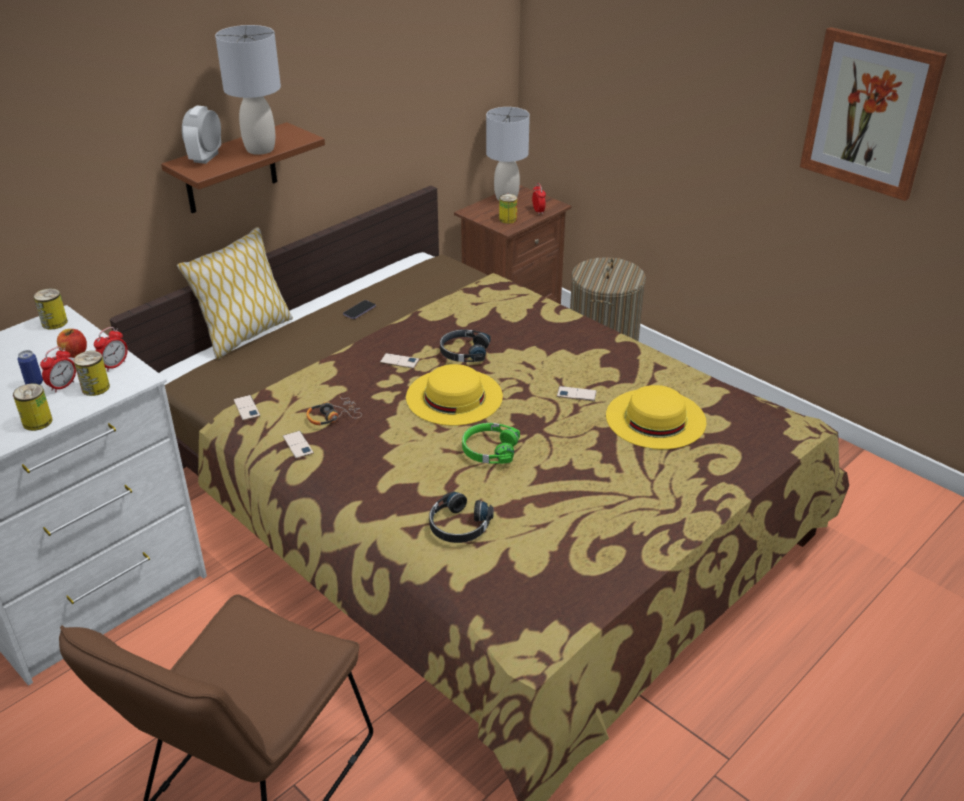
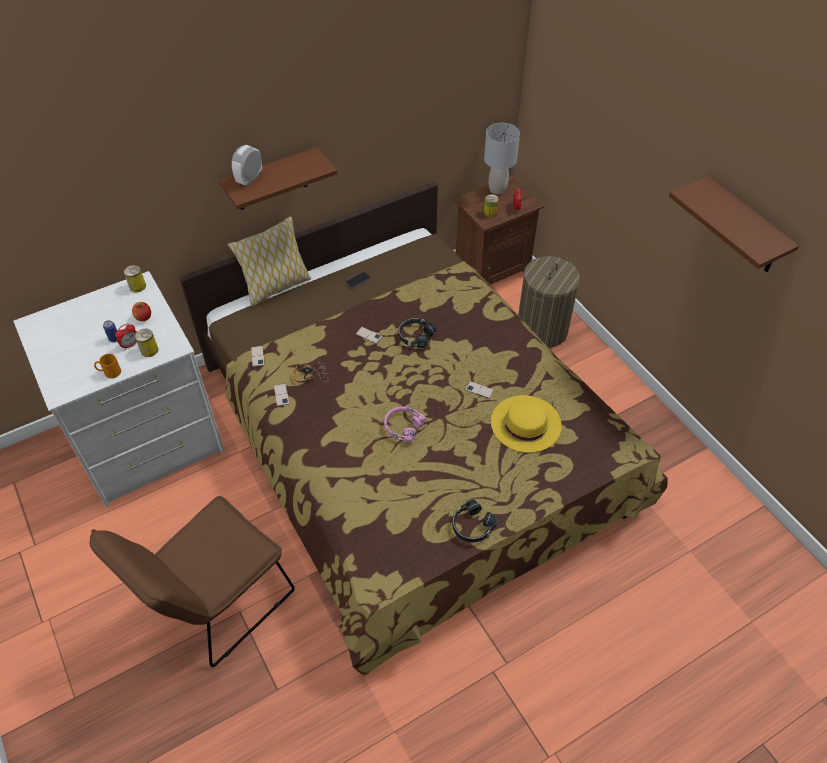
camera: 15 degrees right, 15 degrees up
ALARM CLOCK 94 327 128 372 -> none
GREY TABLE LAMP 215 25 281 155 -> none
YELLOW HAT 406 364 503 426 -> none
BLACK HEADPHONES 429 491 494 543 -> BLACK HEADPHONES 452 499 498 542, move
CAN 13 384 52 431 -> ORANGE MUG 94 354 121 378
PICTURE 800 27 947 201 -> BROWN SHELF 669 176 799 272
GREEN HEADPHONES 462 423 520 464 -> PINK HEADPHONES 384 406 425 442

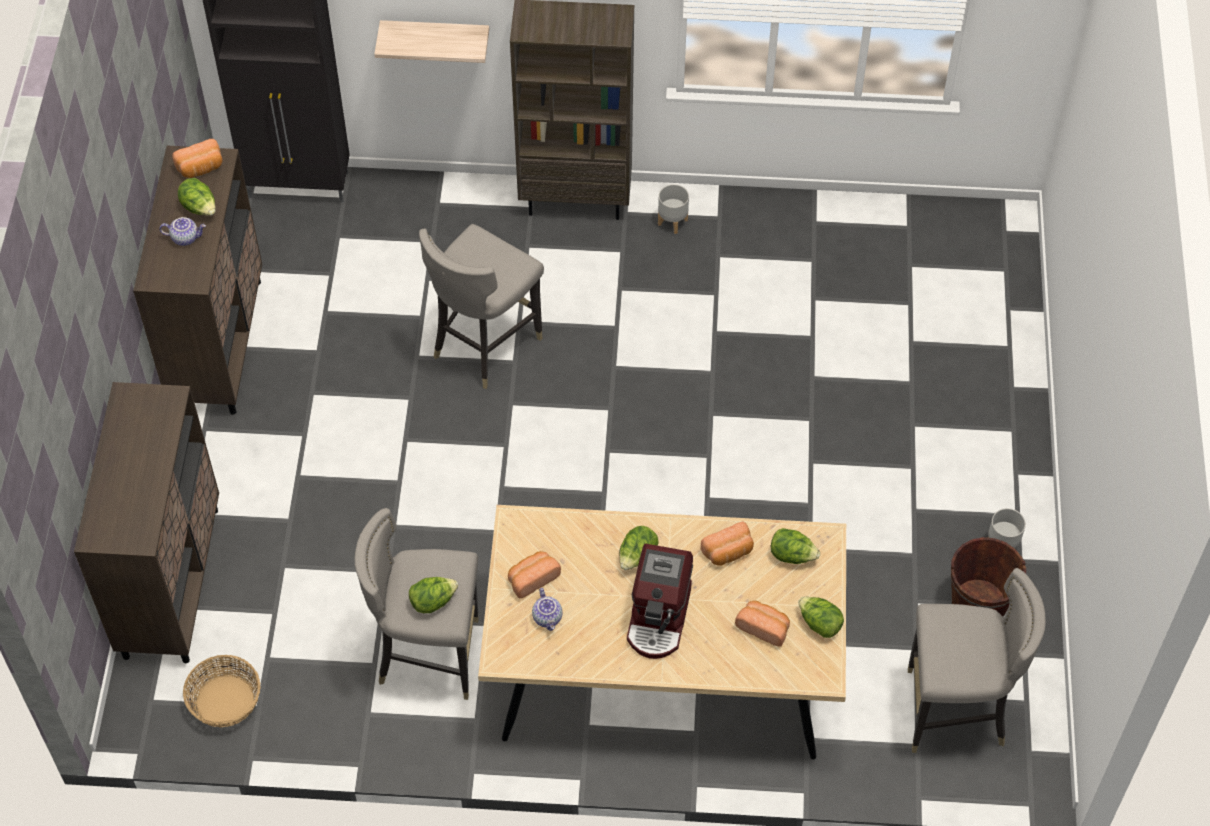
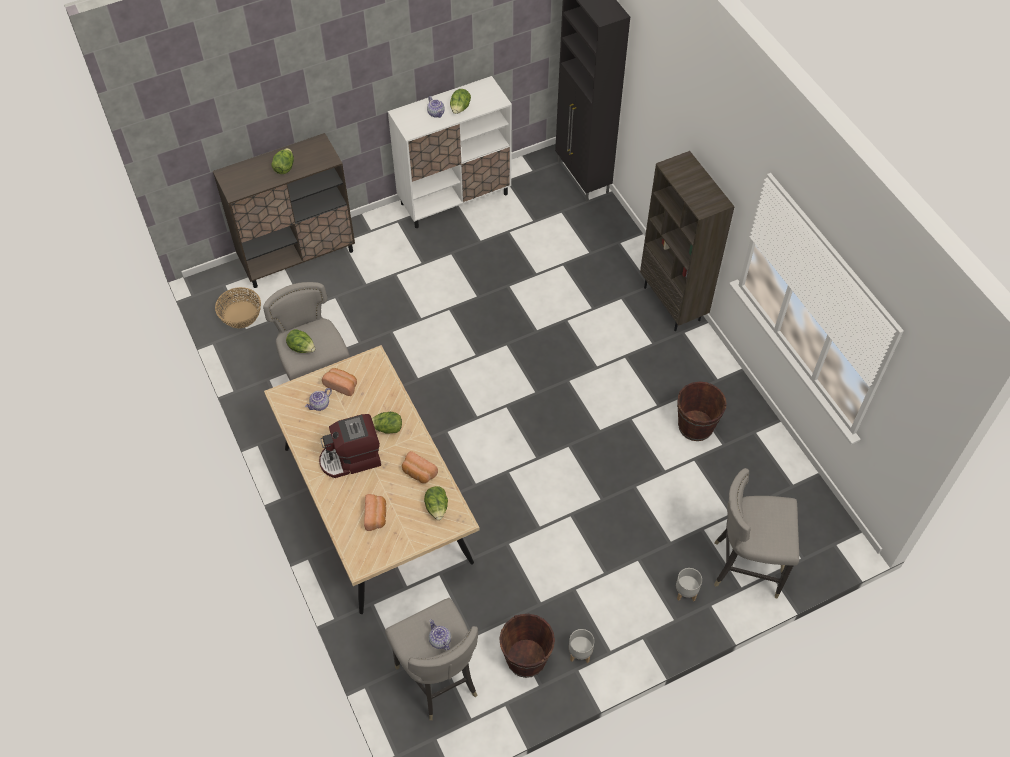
camera: 60 degrees right, 0 degrees up
BREAD 172 139 223 178 -> none
SHELF 374 20 489 63 -> none
none -> TEAPOT 429 619 451 651
none -> BROWN BUCKET 677 381 727 441
GREY STOOL 419 224 544 389 -> GREY STOOL 714 468 799 598, move
GREY PLANTER 658 184 689 234 -> GREY PLANTER 676 568 702 602, move
LETTUCE 798 597 844 638 -> LETTUCE 271 148 294 174, move
BROWN CABINET 133 146 262 415 -> WHITE CABINET 388 76 512 228

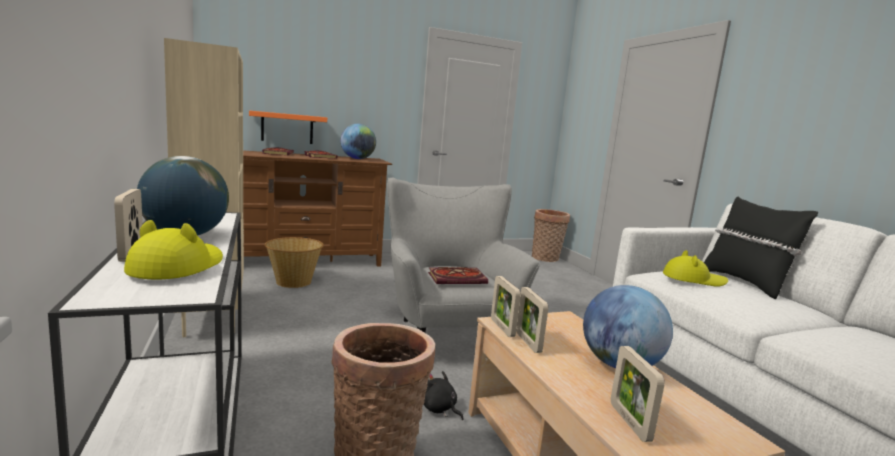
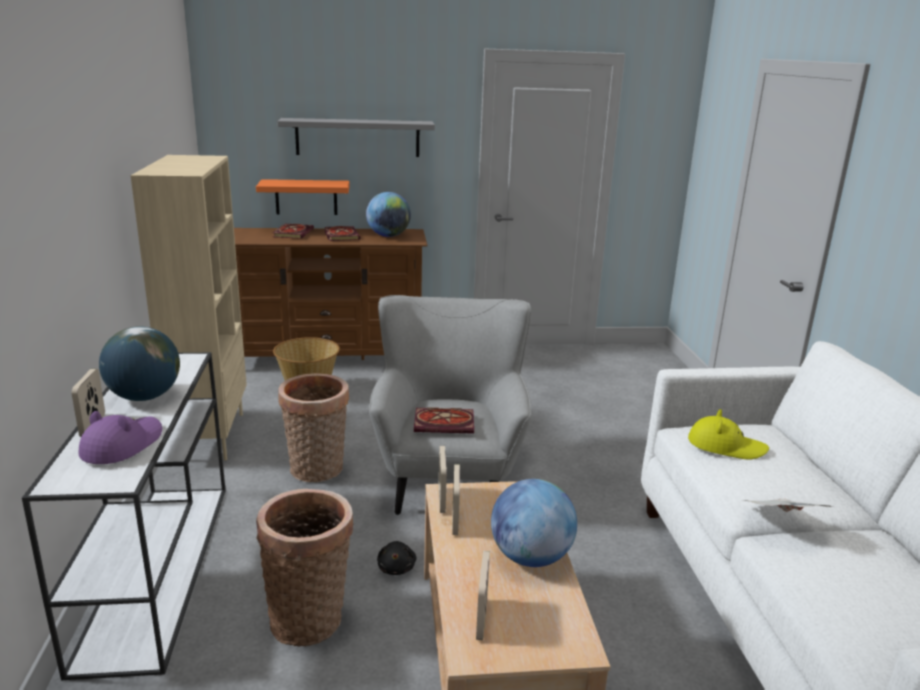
camera: 15 degrees right, 10 degrees up
BLACK PILLOW 704 196 818 299 -> none
none -> GREY SHELF 277 118 435 157
none -> NEWSPAPER 743 499 835 512
BASKET 532 209 570 262 -> BASKET 279 373 349 482, move
YELLOW HAT 124 220 223 279 -> PURPLE HAT 79 411 162 464
BLACK PLUSH TOY 424 371 464 420 -> BLACK PLUSH TOY 377 541 417 575, 150 degrees counterclockwise

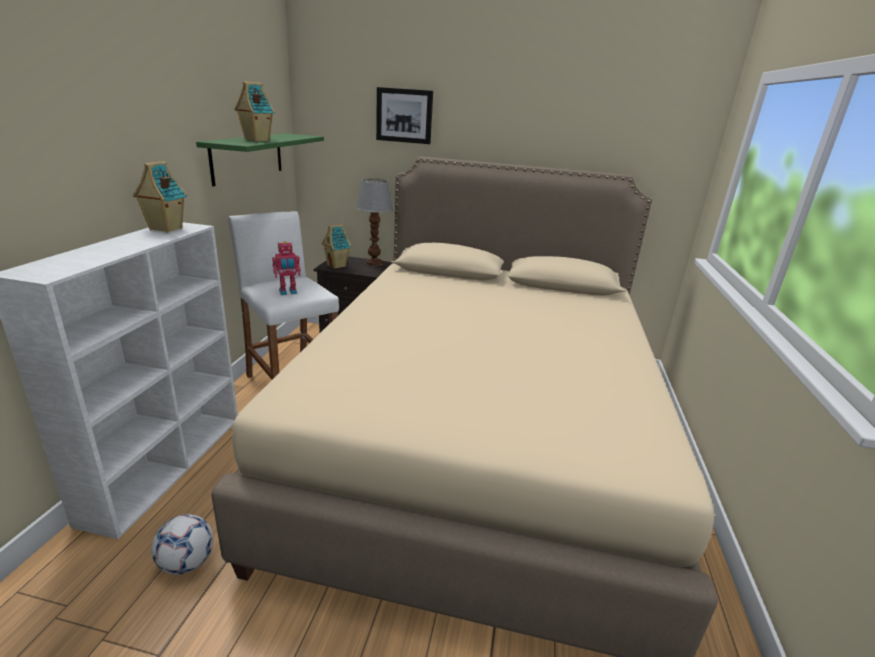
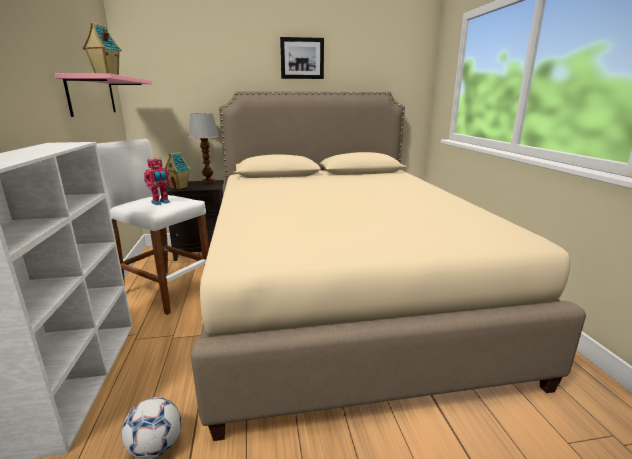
camera: 20 degrees left, 5 degrees down
TOY HOUSE 133 161 187 233 -> none
PICTURE 376 87 433 144 -> PICTURE 280 37 324 79, move
GREEN SHELF 196 133 324 186 -> PINK SHELF 55 73 152 117

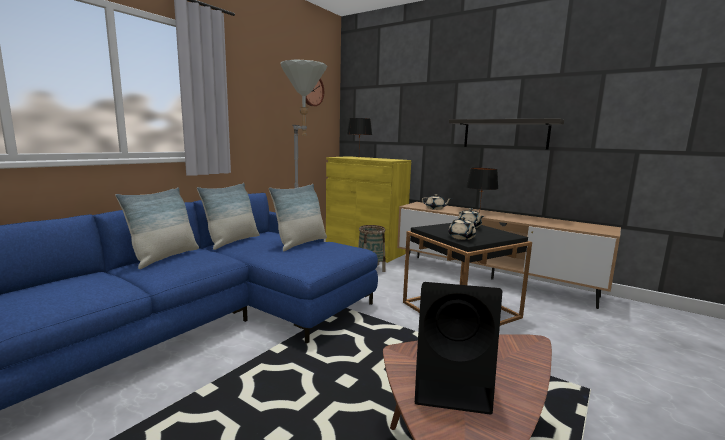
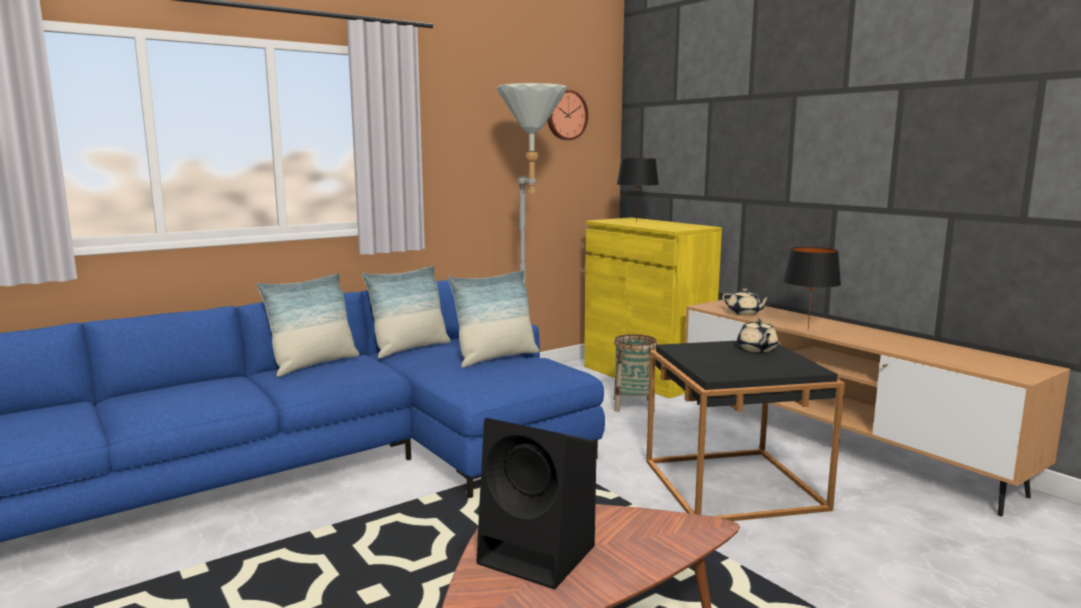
camera: 20 degrees right, 0 degrees up
BEIGE TEAPOT 448 217 476 240 -> none
SHELF 449 119 564 149 -> none

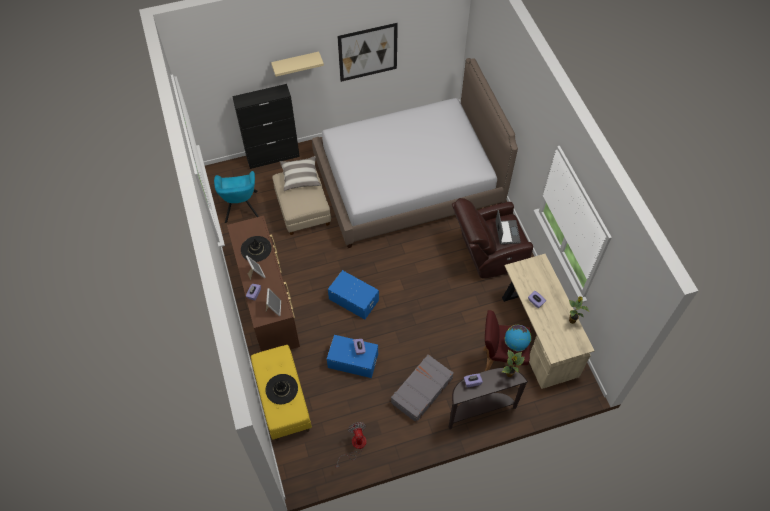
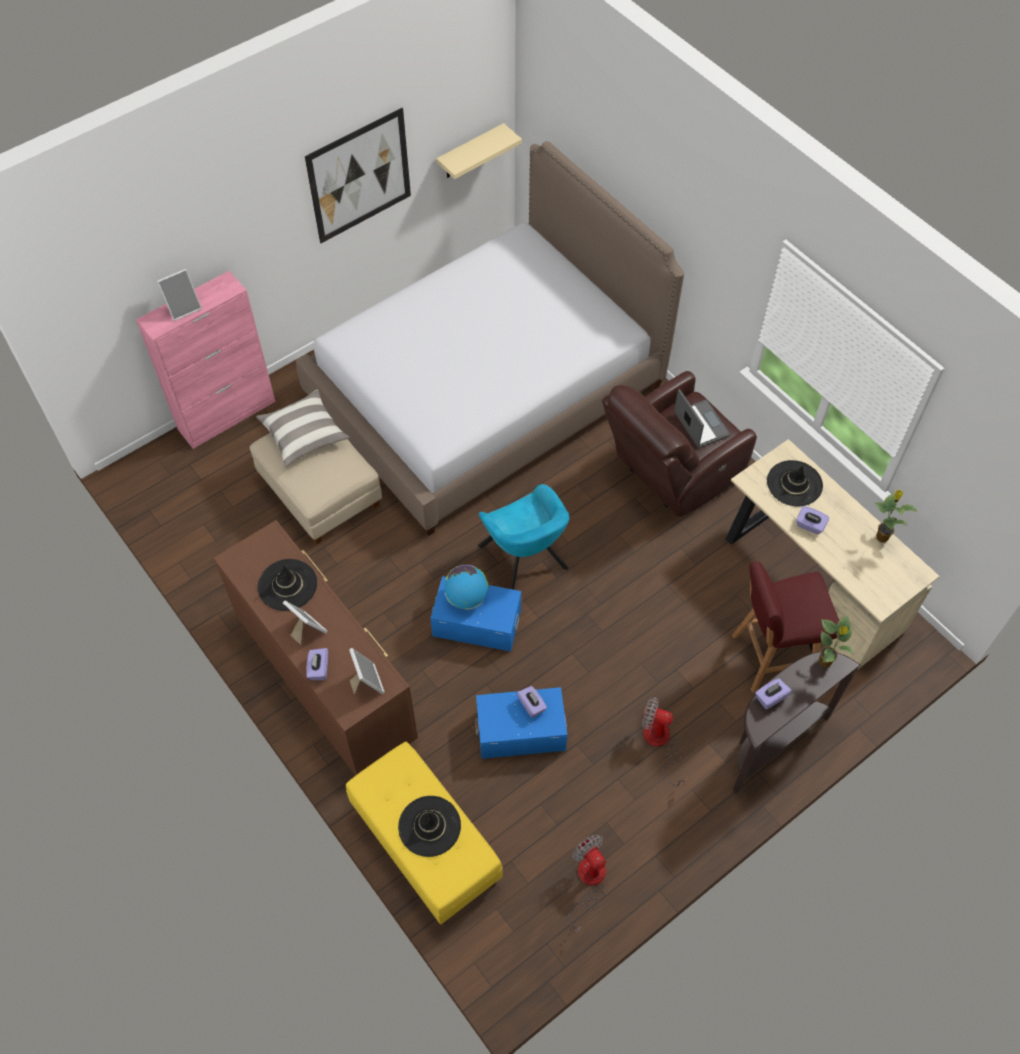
camera: 20 degrees left, 0 degrees up
none -> PICTURE FRAME 157 268 202 321
none -> BLACK HAT 767 460 823 506
TURQUOISE ARMCHAIR 214 171 259 223 -> TURQUOISE ARMCHAIR 478 484 569 590, move
BEIGE SHELF 271 52 324 77 -> BEIGE SHELF 436 123 522 179, move
GLOBE 505 325 531 351 -> GLOBE 444 565 488 610, move
GREY SUITCASE 391 354 454 423 -> FAN 642 697 687 786
BLACK CABINET 232 84 300 169 -> PINK CABINET 136 271 276 449

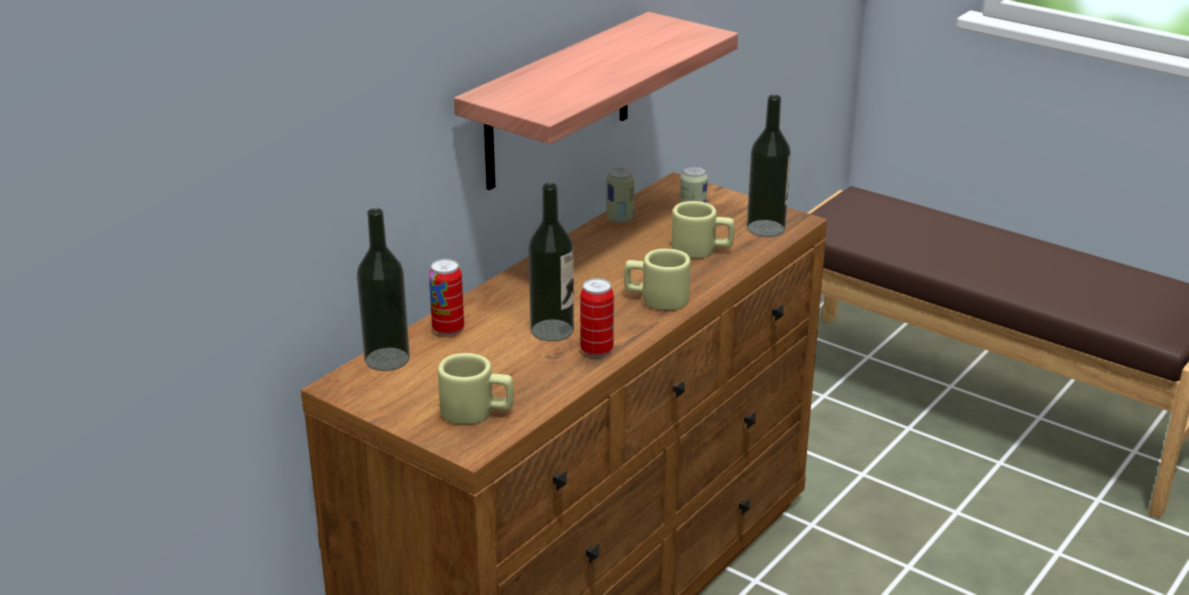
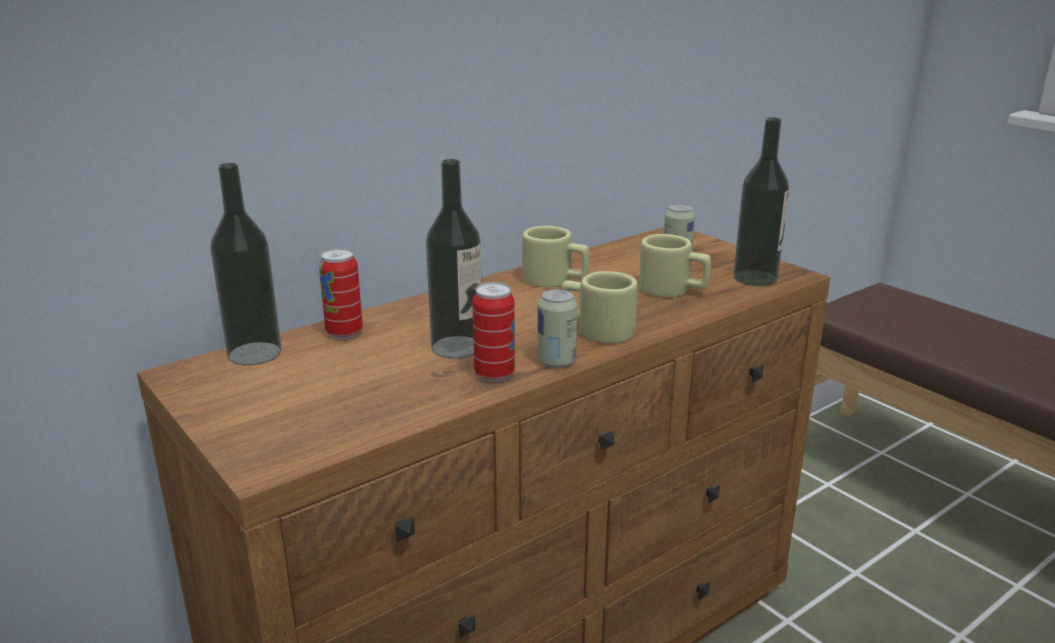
camera: 15 degrees right, 5 degrees down
SHELF 454 12 738 190 -> none
BEIGE MUG 438 353 514 424 -> BEIGE MUG 522 226 590 287, move
CAN 607 168 635 224 -> CAN 537 289 577 368, move

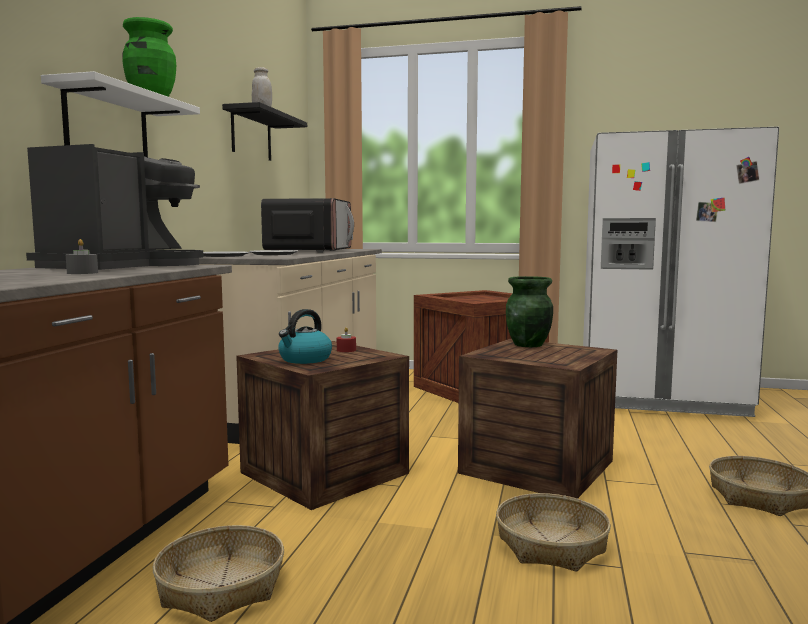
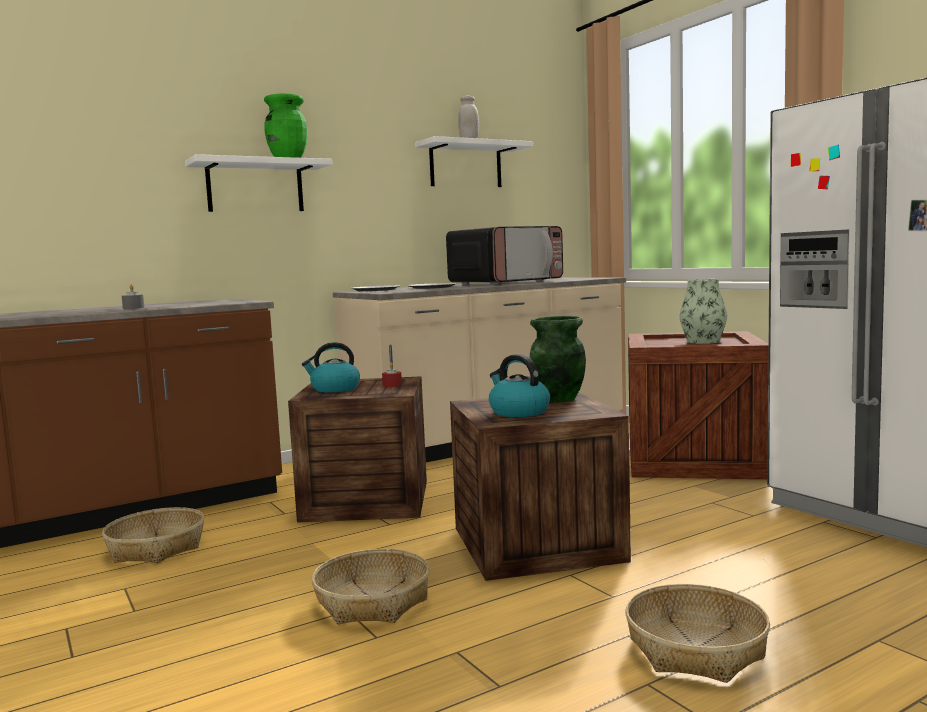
camera: 45 degrees right, 0 degrees up
COFFEE MACHINE 26 144 204 270 -> none
none -> KETTLE 489 354 550 417
none -> VASE 680 279 727 344
BLACK SHELF 222 102 307 161 -> WHITE SHELF 415 136 533 187

